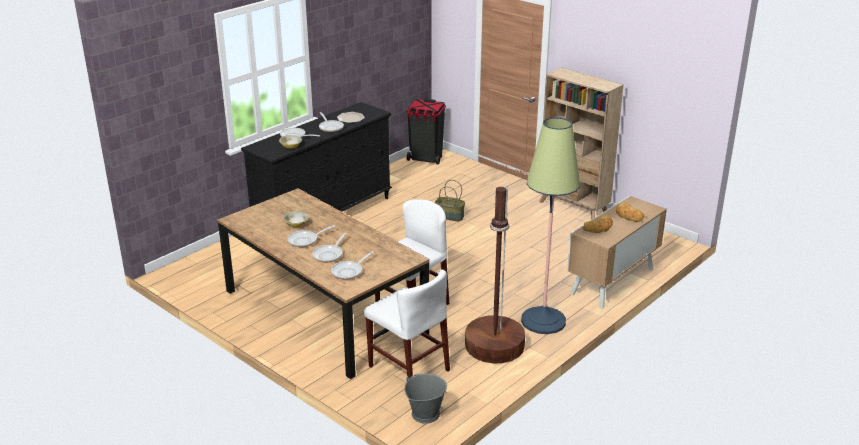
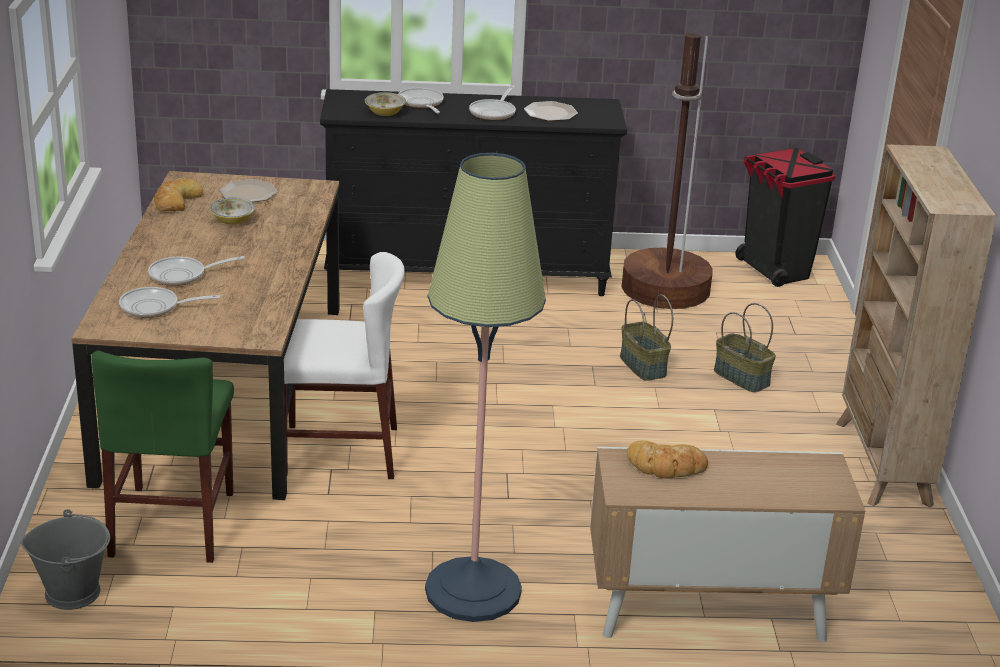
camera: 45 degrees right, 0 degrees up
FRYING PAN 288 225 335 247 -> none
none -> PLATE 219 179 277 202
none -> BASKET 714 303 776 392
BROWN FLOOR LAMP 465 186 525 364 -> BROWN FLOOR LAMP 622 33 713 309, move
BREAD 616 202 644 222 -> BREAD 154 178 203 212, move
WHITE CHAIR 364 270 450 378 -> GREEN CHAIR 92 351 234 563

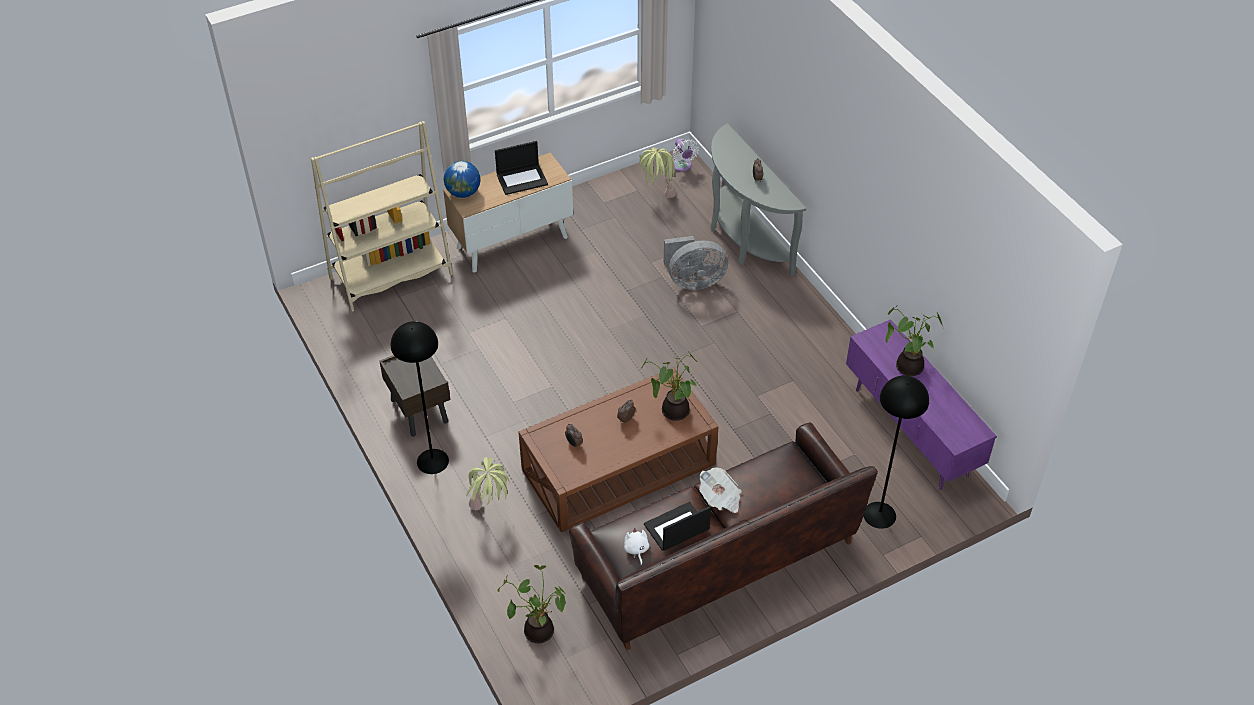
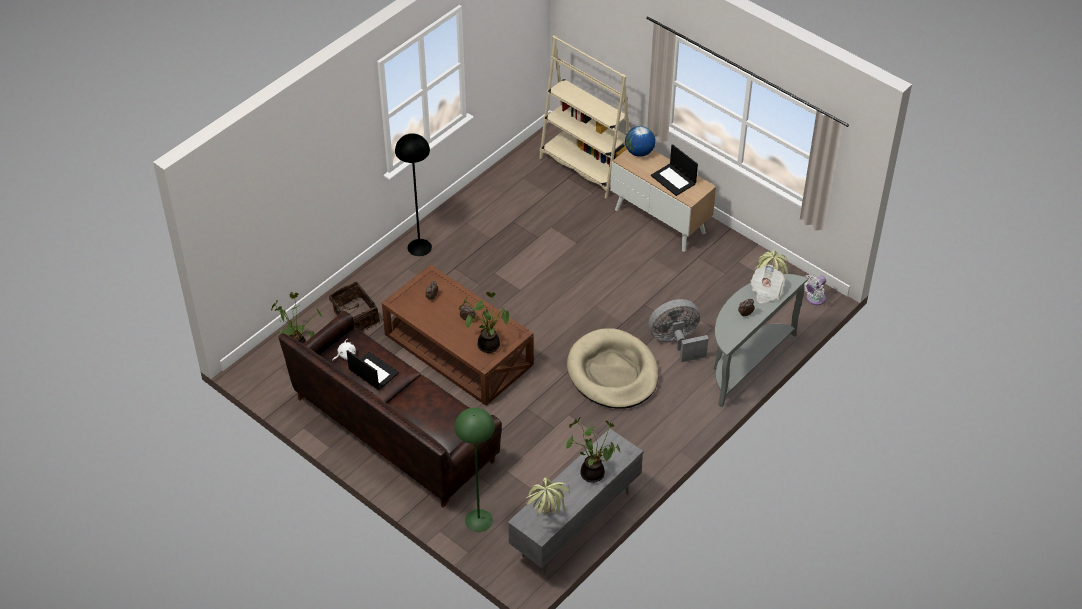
camera: 70 degrees right, 0 degrees up
BROWN NIGHTSTAND 379 355 450 437 -> none
none -> BASKET 329 282 380 331
none -> BEIGE DOG BED 567 328 659 409
POTTED PLANT 466 457 509 510 -> POTTED PLANT 525 478 570 516, move
NEWSPAPER 699 467 742 513 -> NEWSPAPER 750 265 785 303, move
PURPLE TV STAND 846 319 997 490 -> GREY TV STAND 508 428 644 573
BLACK FLOOR LAMP 863 376 929 529 -> GREEN FLOOR LAMP 454 408 495 532
GREY FAN 664 236 728 290 -> GREY FAN 648 299 709 362, 105 degrees clockwise

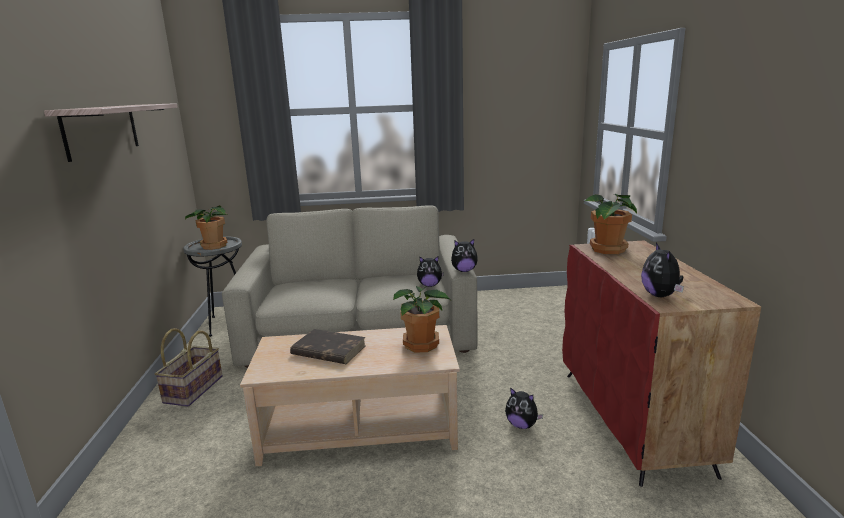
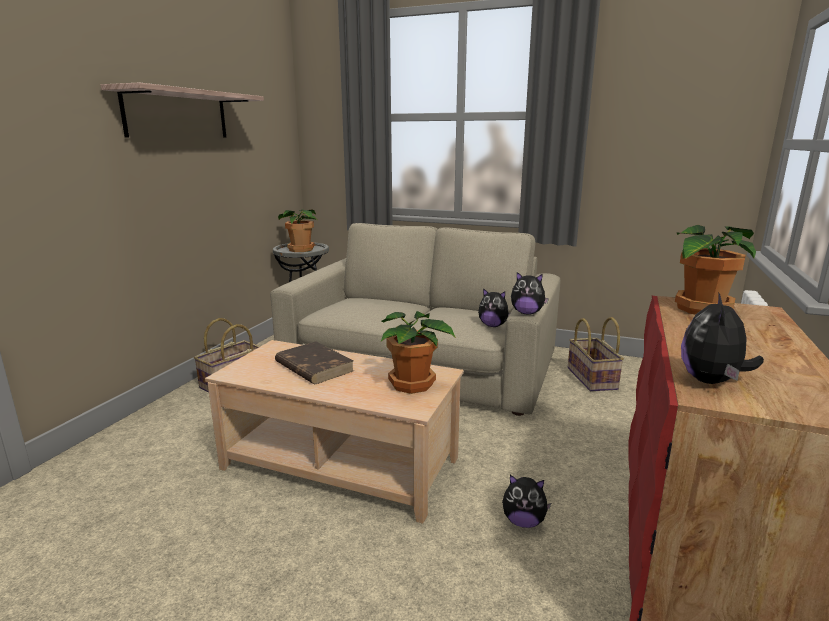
camera: 25 degrees right, 0 degrees up
none -> BASKET 568 317 624 391
PLUSH TOY 505 387 543 429 -> PLUSH TOY 502 475 551 528, 45 degrees counterclockwise

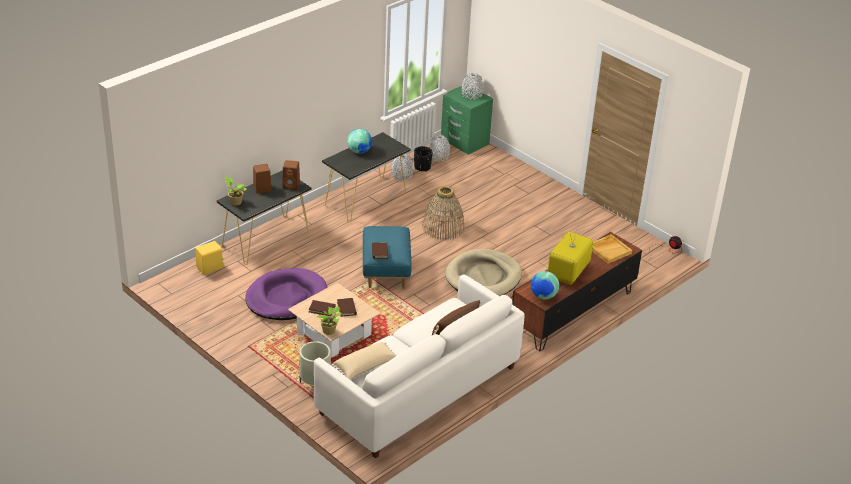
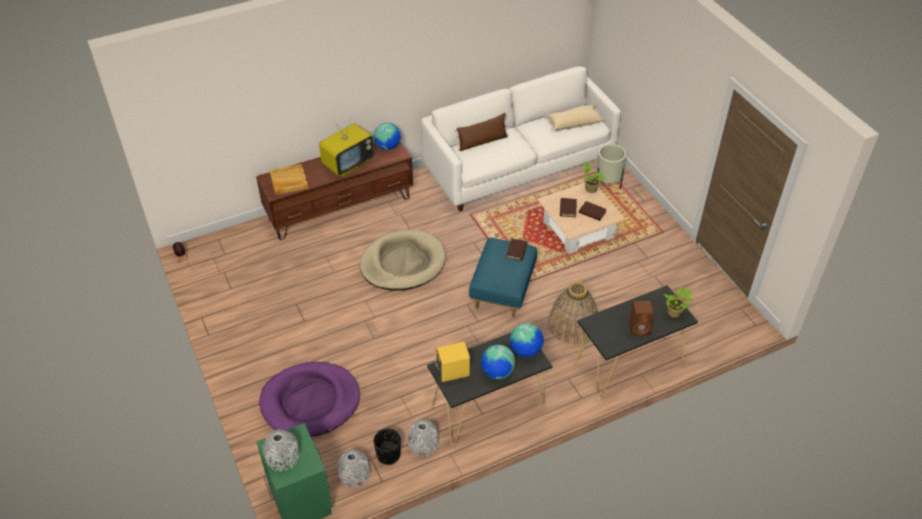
camera: 160 degrees left, 10 degrees up
BROWN SPEAKER 282 160 300 190 -> none
none -> GLOBE 510 323 544 357
YELLOW SPEAKER 195 241 223 275 -> YELLOW SPEAKER 435 341 470 382, move
PURPLE DOG BED 245 268 328 320 -> PURPLE DOG BED 259 362 360 437, move
BASKET 422 186 465 240 -> BASKET 548 282 598 345, move

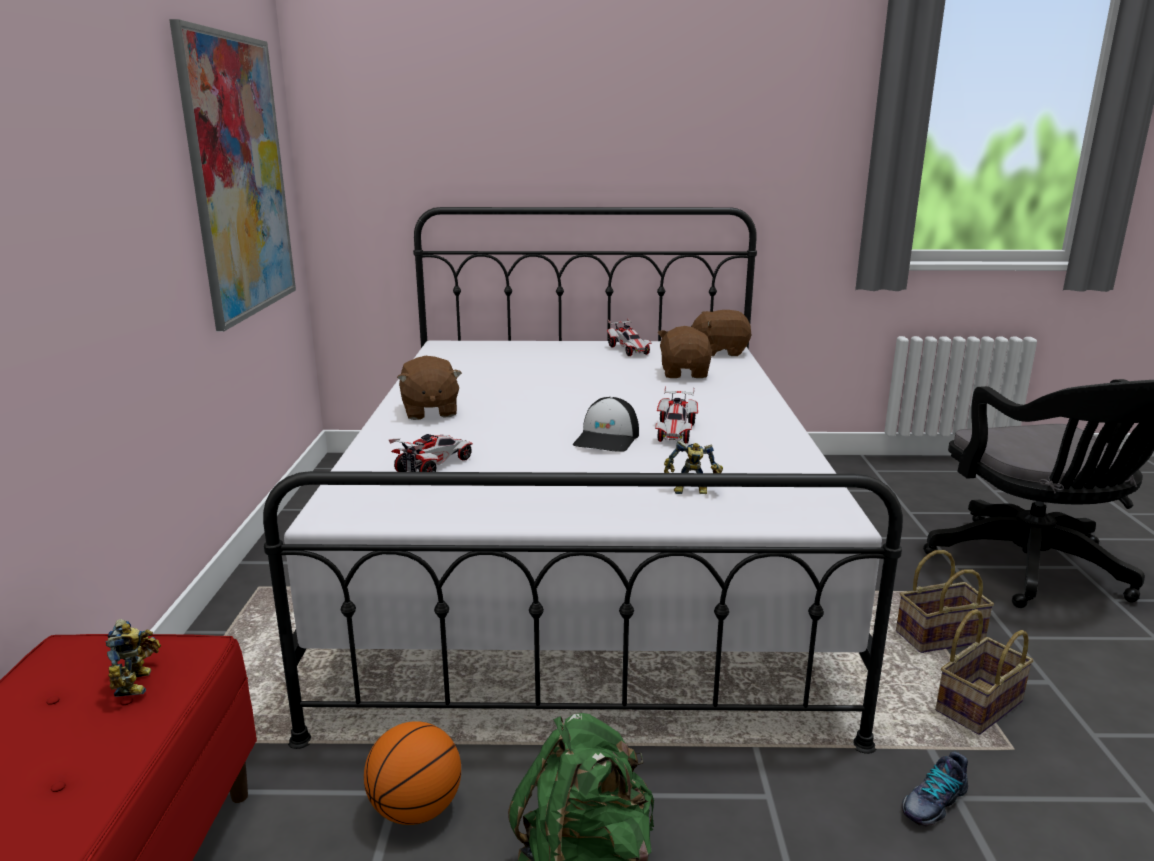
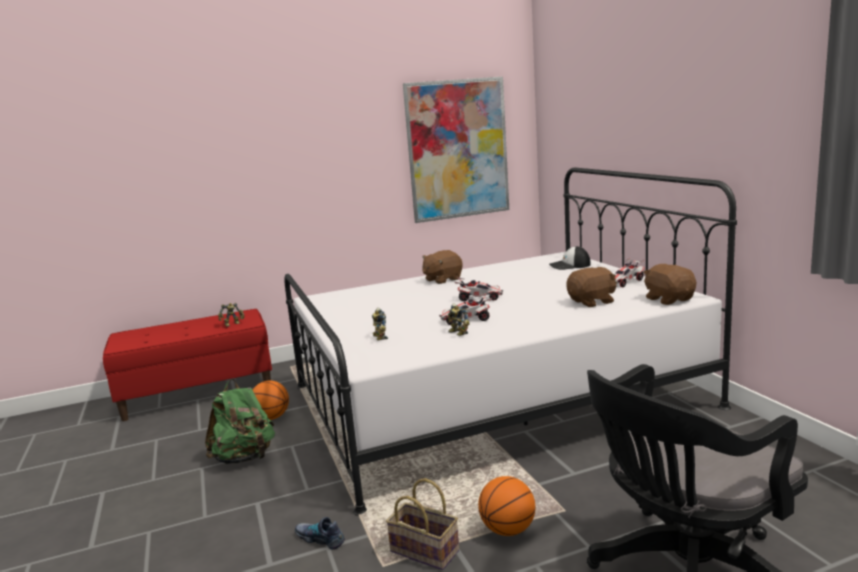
camera: 70 degrees right, 5 degrees down
none -> TOY ROBOT 448 303 470 336
TOY CAR 389 434 473 472 -> TOY CAR 455 277 503 301, move
CAP 573 397 639 451 -> CAP 549 246 591 270, move
BASKET 896 550 994 653 -> BASKETBALL 478 476 535 536

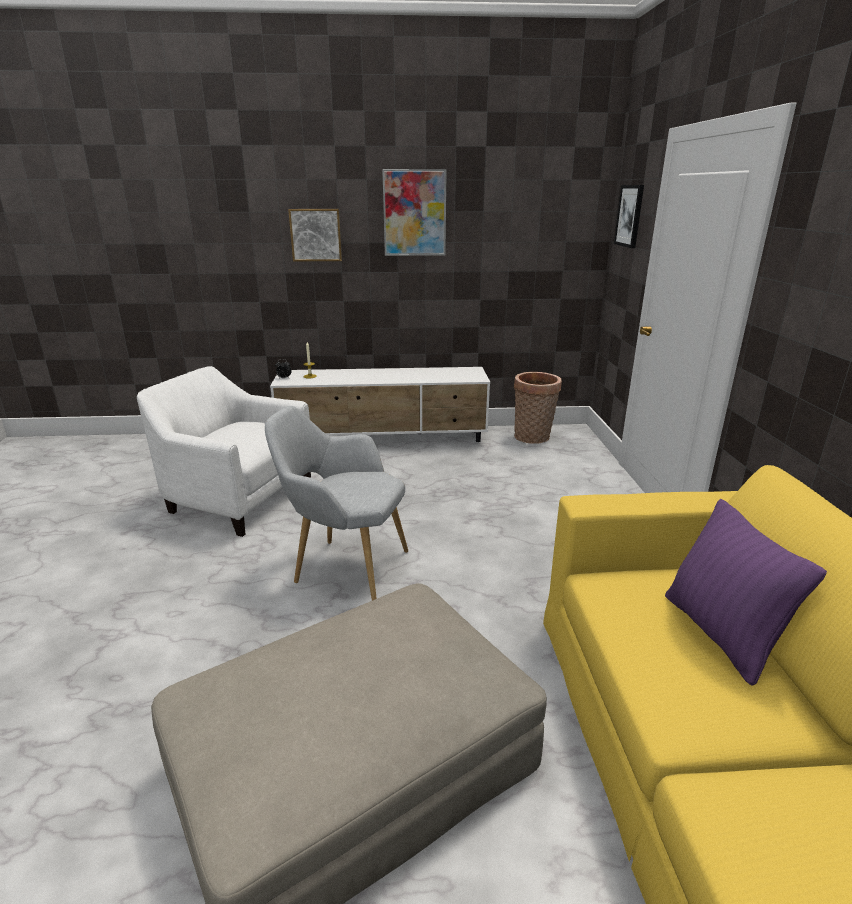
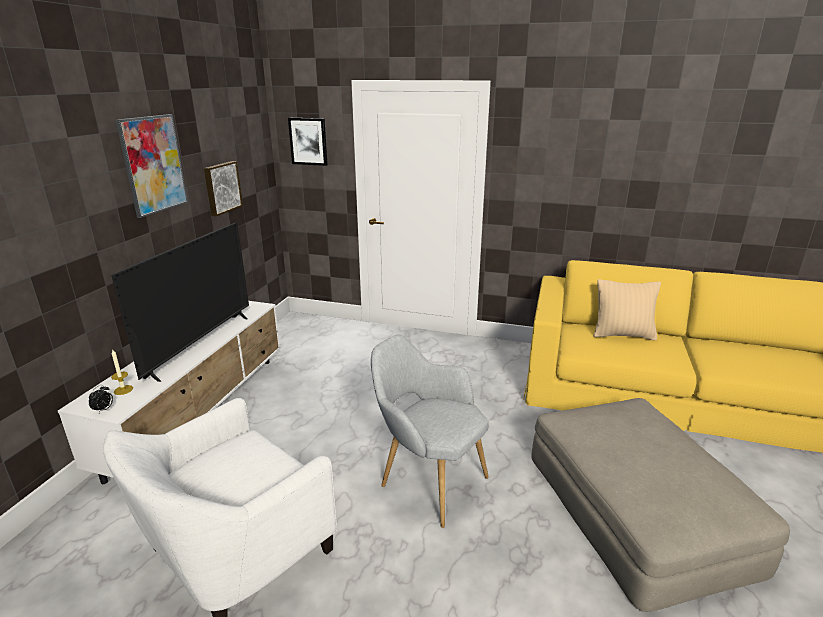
camera: 70 degrees left, 0 degrees up
BASKET 514 372 562 444 -> none
none -> TELEVISION 111 222 249 382
PICTURE 288 209 342 262 -> PICTURE 204 161 243 216, move
PURPLE PILLOW 665 498 827 686 -> BEIGE PILLOW 593 279 661 340
GREY ARMCHAIR 265 406 408 601 -> GREY ARMCHAIR 371 334 489 528, 90 degrees clockwise

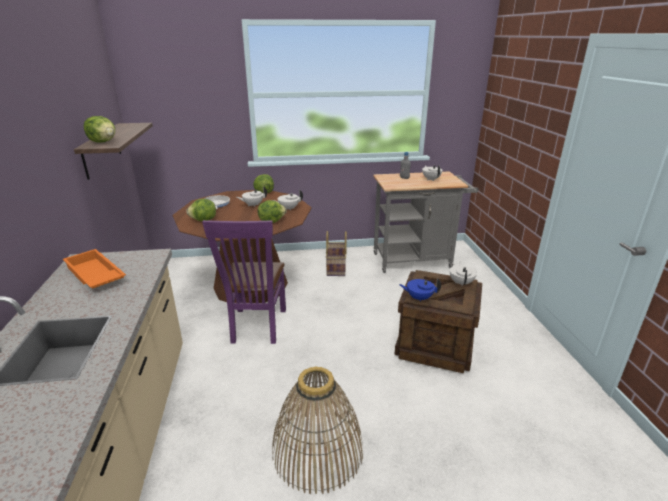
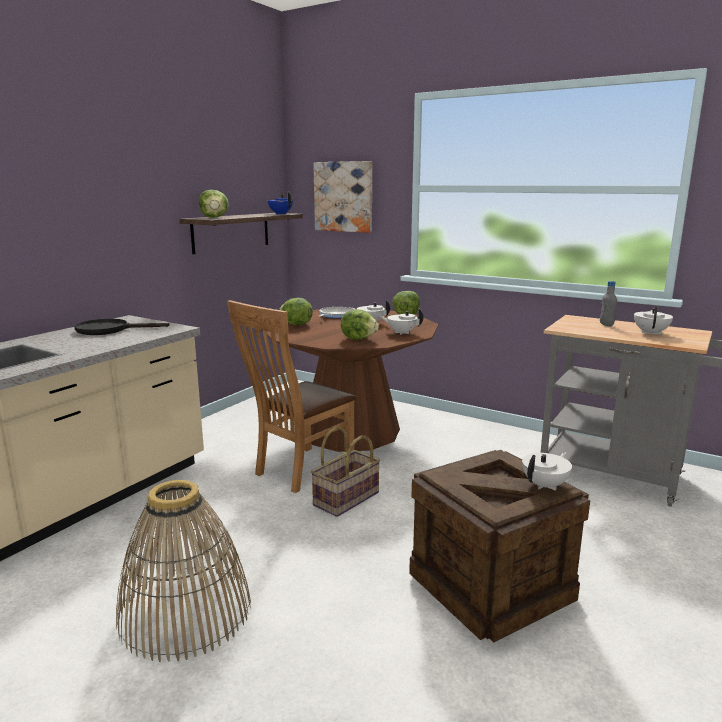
camera: 40 degrees right, 10 degrees down
none -> PICTURE 313 161 372 233
BASKET 326 231 347 276 -> BASKET 311 426 380 517, move
BLUE TEAPOT 399 278 441 302 -> BLUE TEAPOT 267 191 293 214, move
ORANGE TRAY 63 249 126 289 -> BLACK FRYING PAN 74 319 170 335
PURPLE CHAIR 202 220 286 344 -> BROWN CHAIR 227 300 357 493

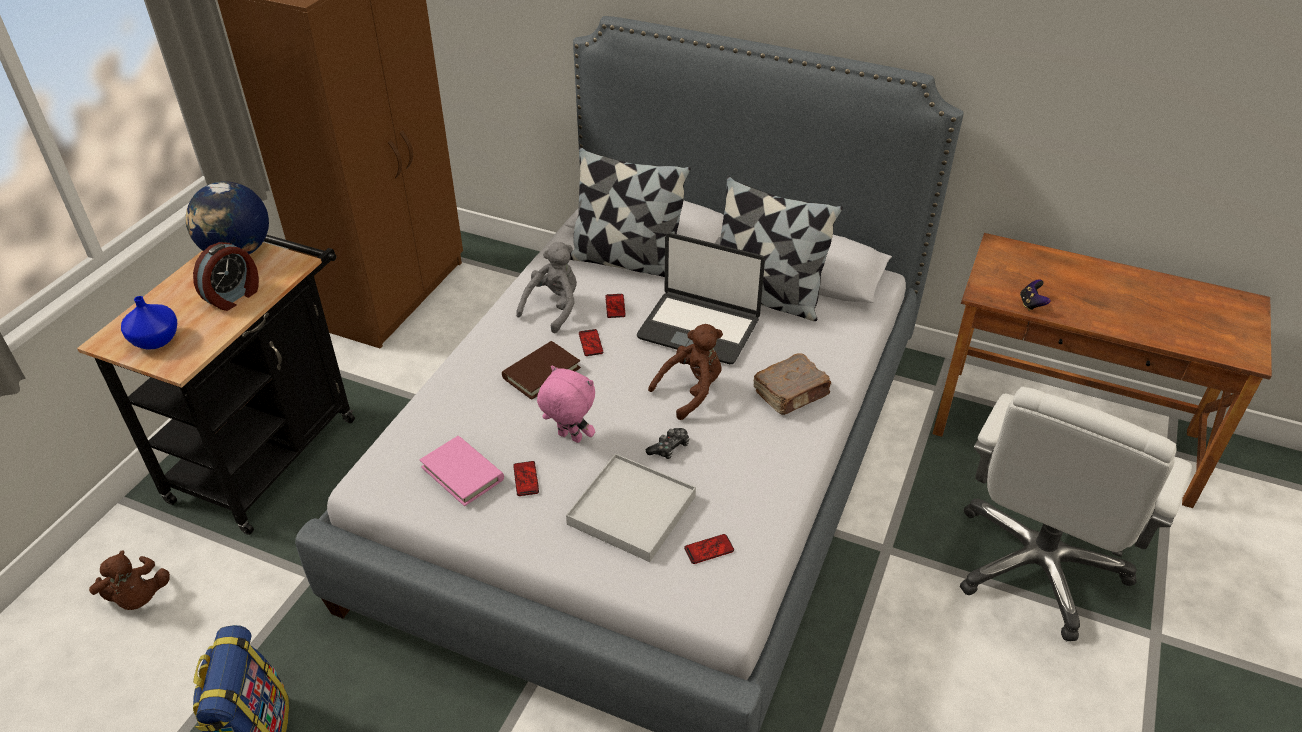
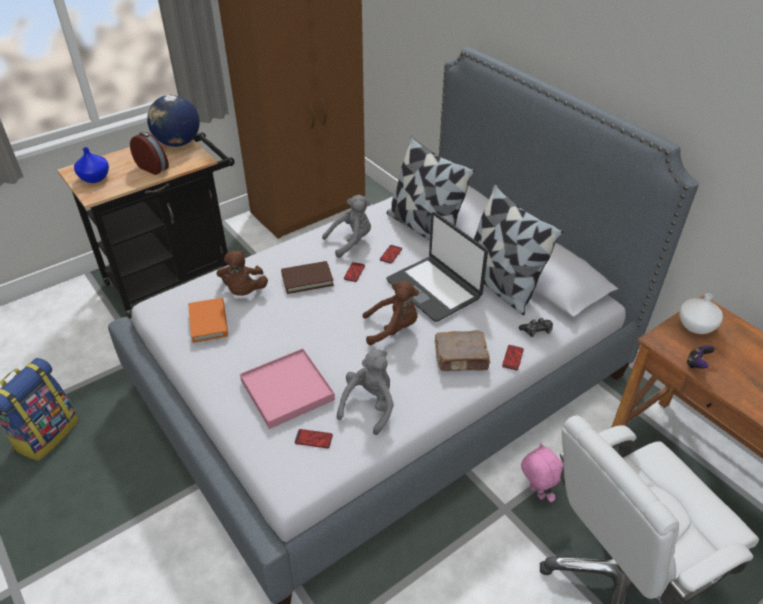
camera: 30 degrees right, 0 degrees up
none -> GREY PLUSH TOY 337 349 394 435
none -> WHITE VASE 679 293 723 334
BROWN PLUSH TOY 89 550 170 610 -> BROWN PLUSH TOY 216 250 268 296, move
PHONE 513 461 539 496 -> PHONE 502 345 524 370, move
PINK PLUSH TOY 537 365 595 443 -> PINK PLUSH TOY 521 443 563 502, move
GAME CONTROLLER 646 428 690 459 -> GAME CONTROLLER 519 318 553 337, move
PINK BOOK 420 436 504 506 -> ORANGE BOOK 188 298 228 343
WHITE TRAY 566 454 696 562 -> PINK TRAY 240 348 335 429
ALARM CLOCK 193 242 259 311 -> ALARM CLOCK 130 132 169 175, 120 degrees counterclockwise

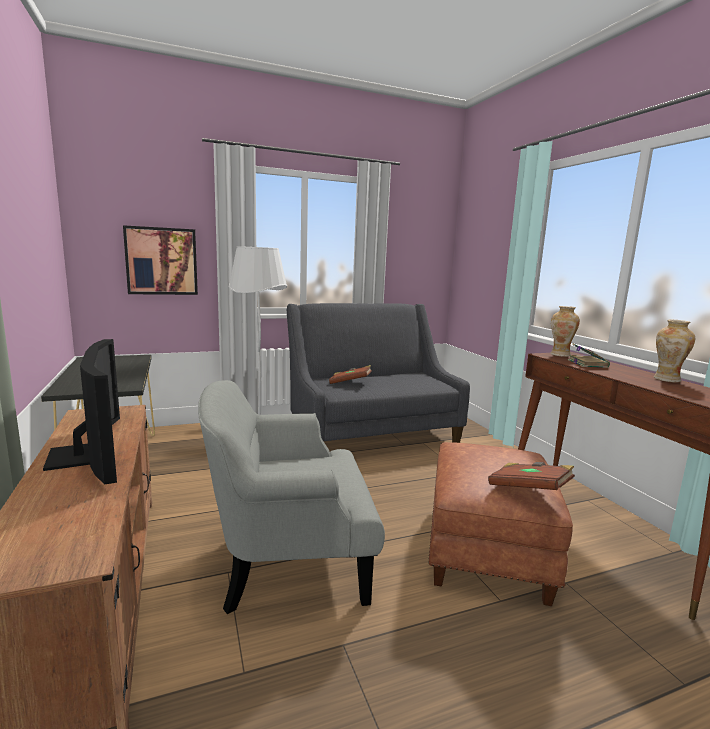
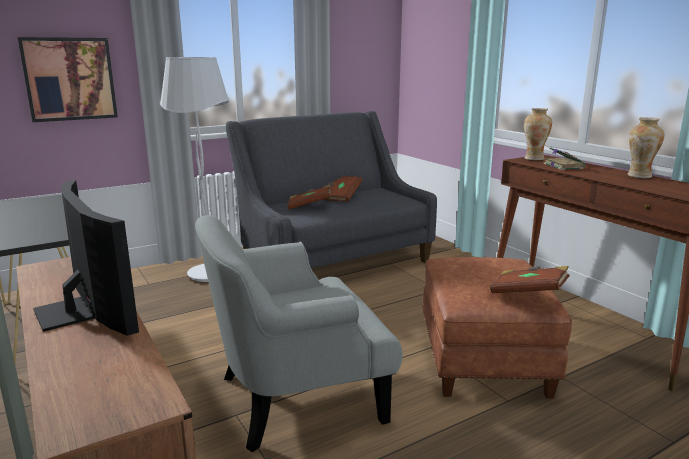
camera: 10 degrees left, 5 degrees up
none -> BROWN BOOK 323 176 362 202

